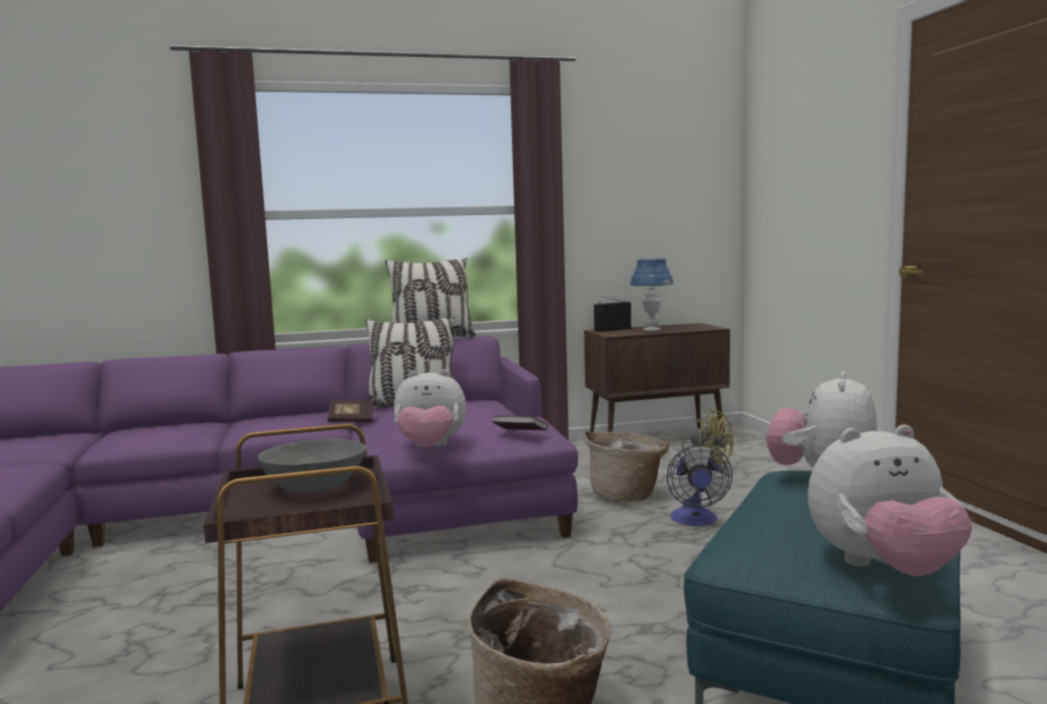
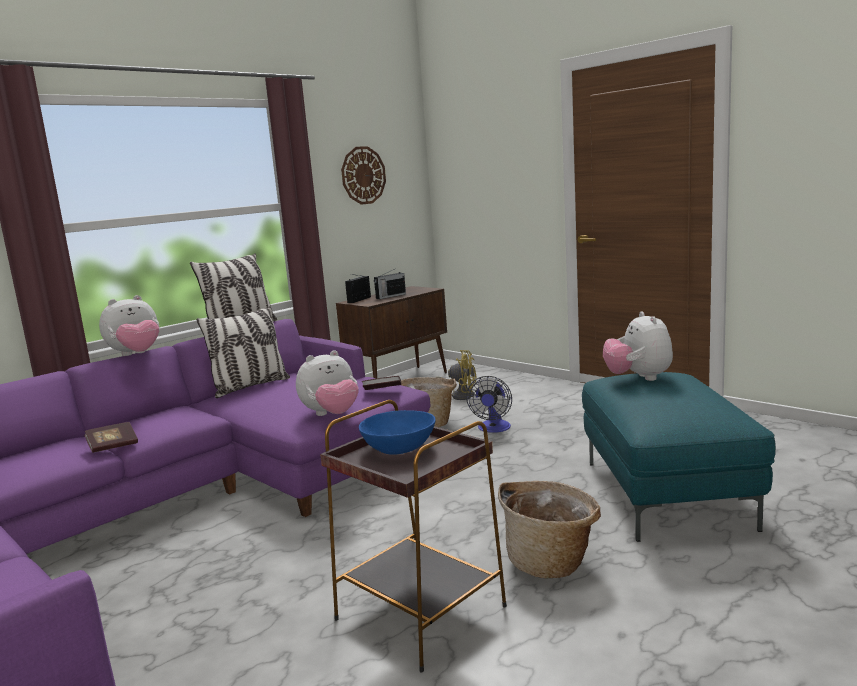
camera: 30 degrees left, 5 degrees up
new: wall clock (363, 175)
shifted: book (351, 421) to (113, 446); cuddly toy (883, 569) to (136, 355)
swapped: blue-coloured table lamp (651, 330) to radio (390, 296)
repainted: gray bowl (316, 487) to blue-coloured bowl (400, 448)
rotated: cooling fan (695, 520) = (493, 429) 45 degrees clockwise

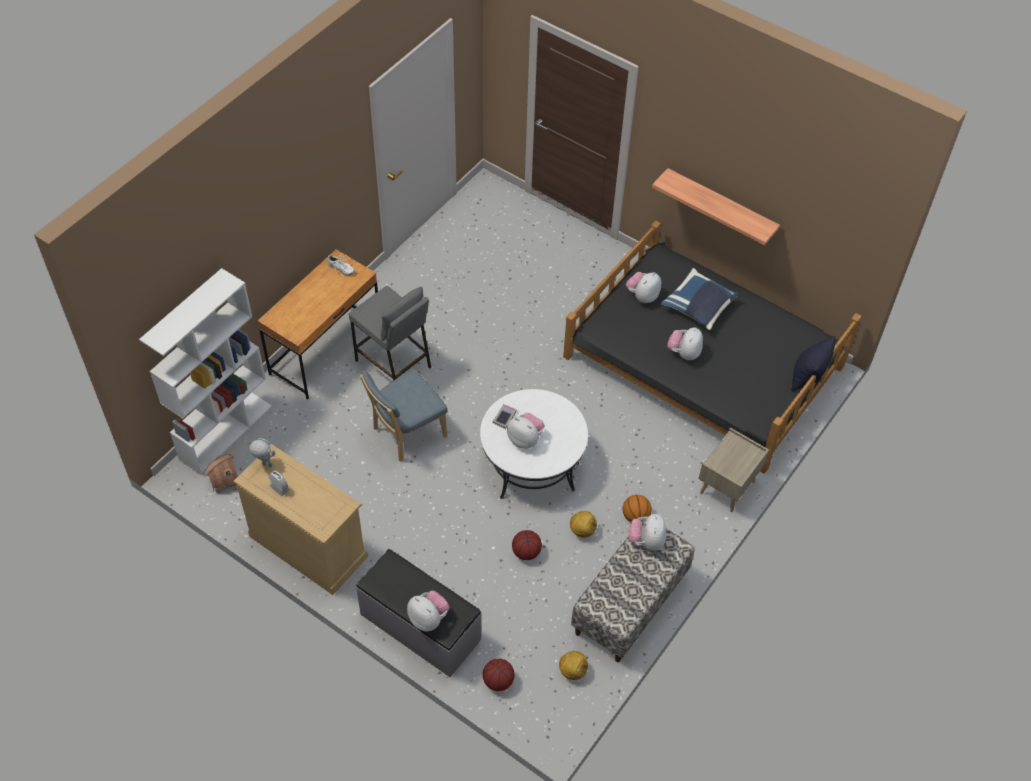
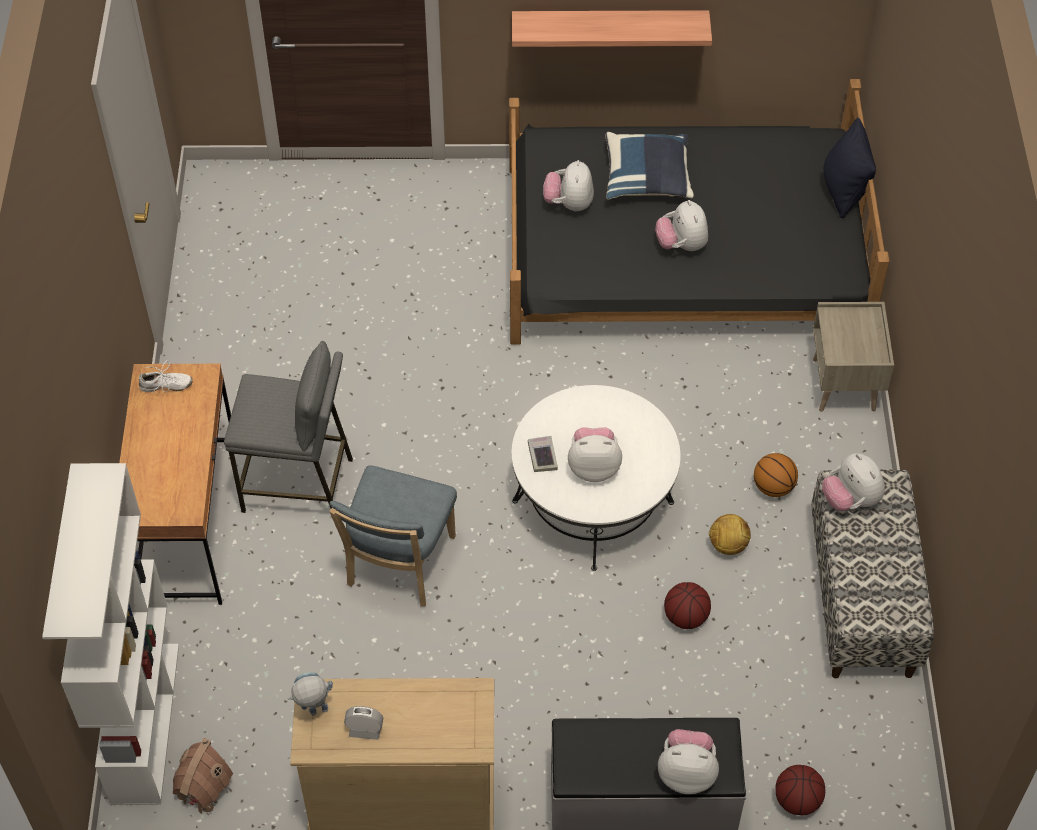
camera: 35 degrees left, 0 degrees up
gone: football ball (572, 671)

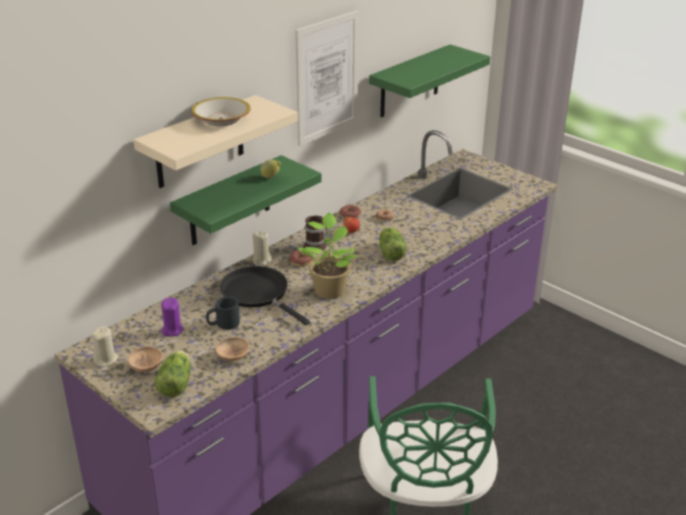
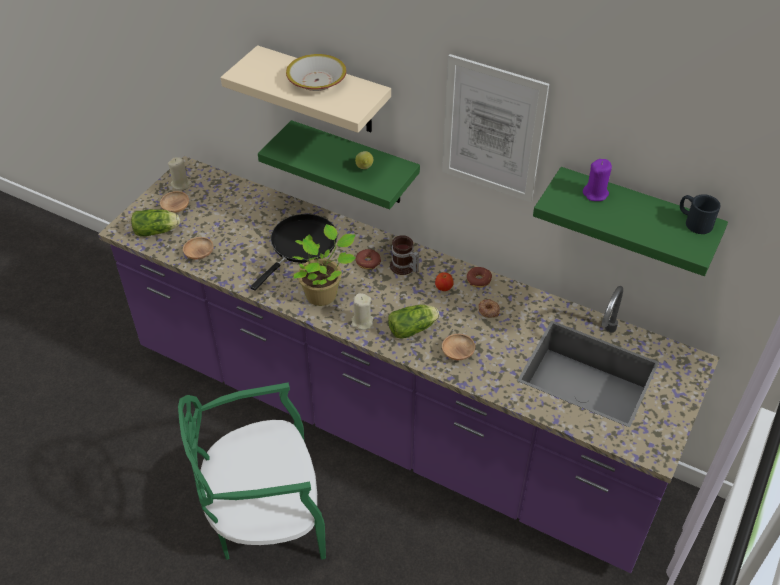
camera: 75 degrees right, 15 degrees up
new: brown-coloured bowl (457, 353)
shifted: beige-coloured candle (262, 260) to (362, 322); purplish candle (172, 330) to (595, 194); blackish coffee mug (223, 324) to (694, 221)

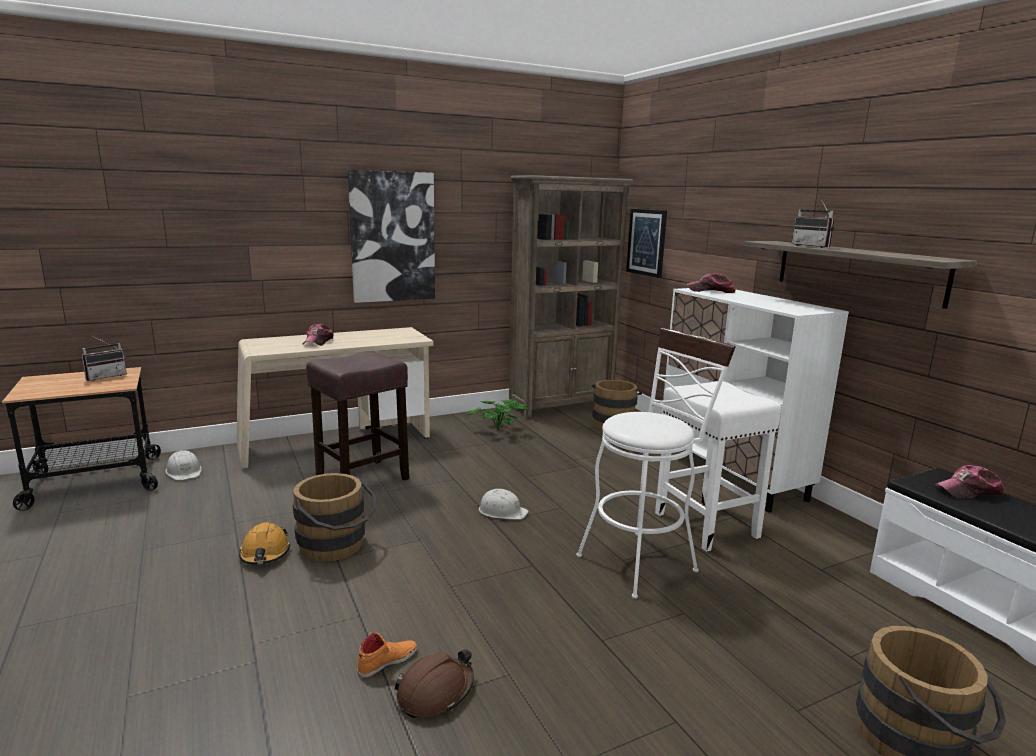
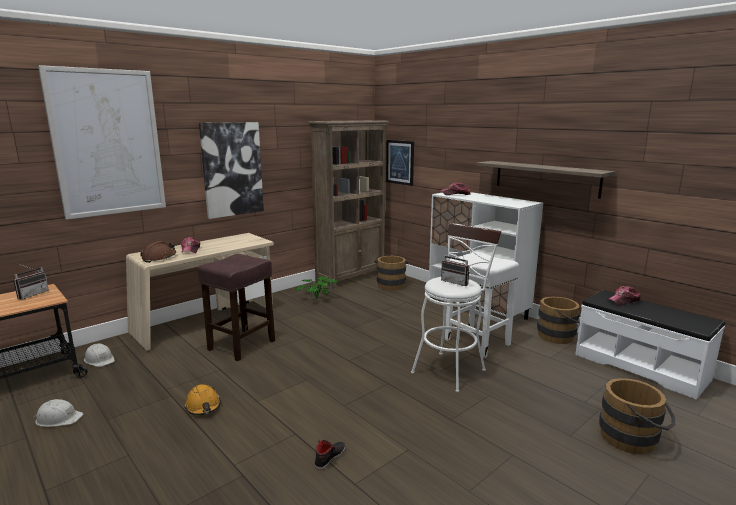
camera: 15 degrees left, 0 degrees up
new: wall picture (107, 143)
shifted: white work helmet (502, 511) to (59, 418); brown-coloured work helmet (435, 692) to (159, 258); radio (813, 246) to (456, 282); brown-coloured water bucket (336, 547) to (559, 336)
repainted: orange-coloured item of footwear (387, 661) to blackish item of footwear (330, 457)

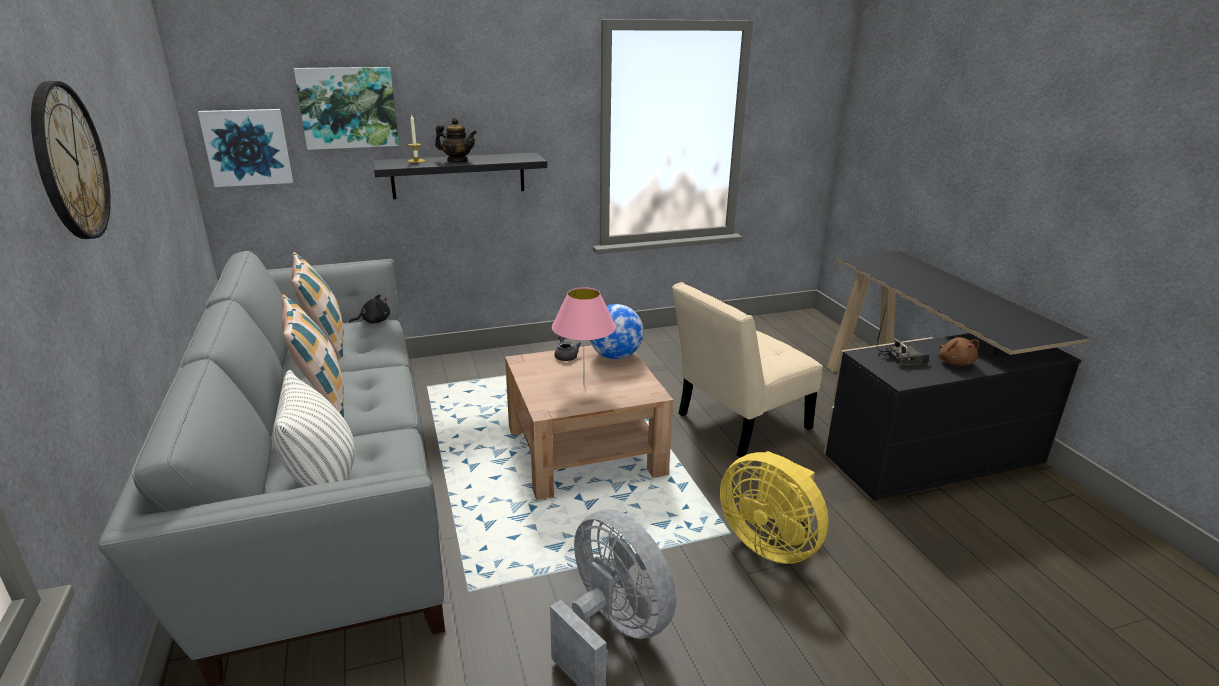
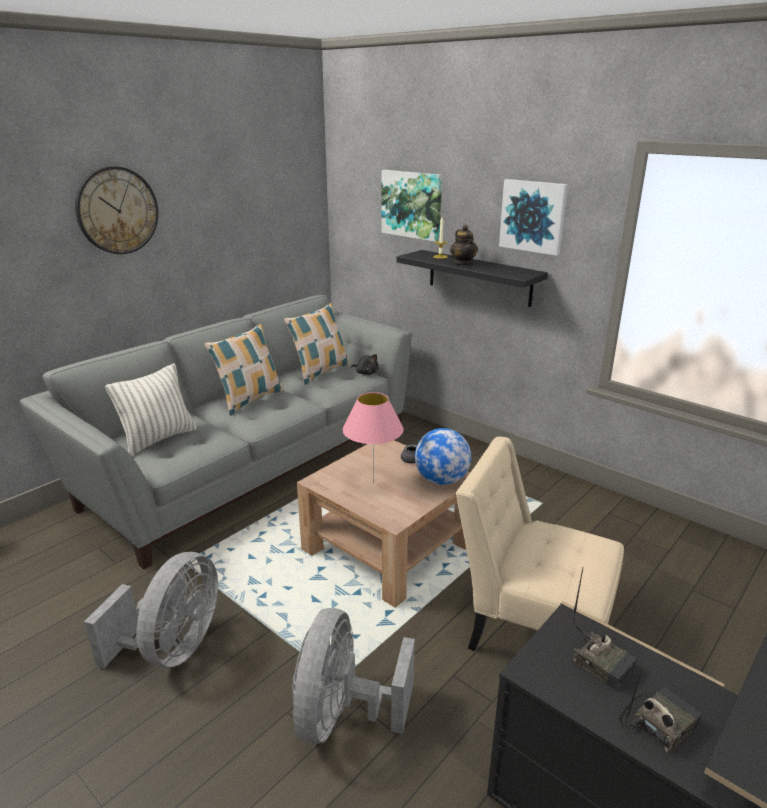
camera: 60 degrees right, 0 degrees up
shifted: wall picture (247, 147) to (533, 216)
swapped: brown-coloured cuddly toy (954, 362) to radio (658, 723)
repainted: yellow cooling fan (770, 543) to gray cooling fan (343, 715)

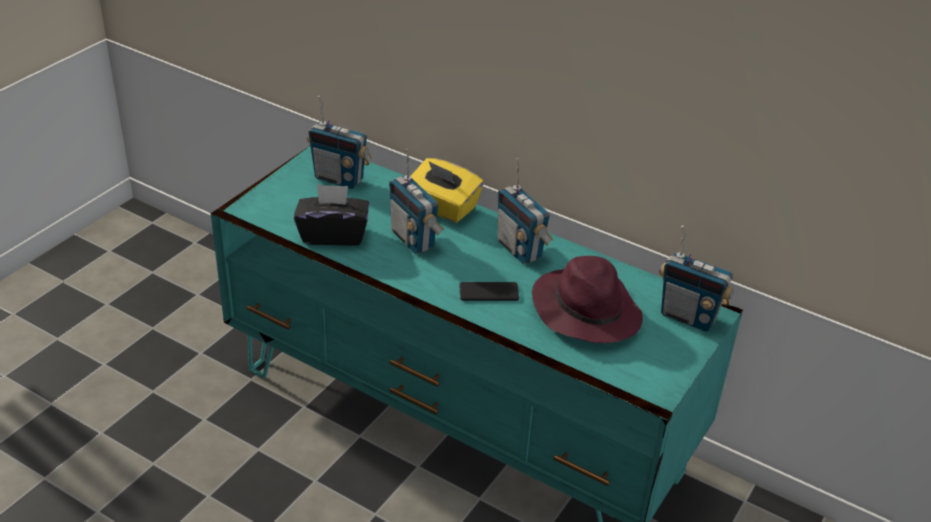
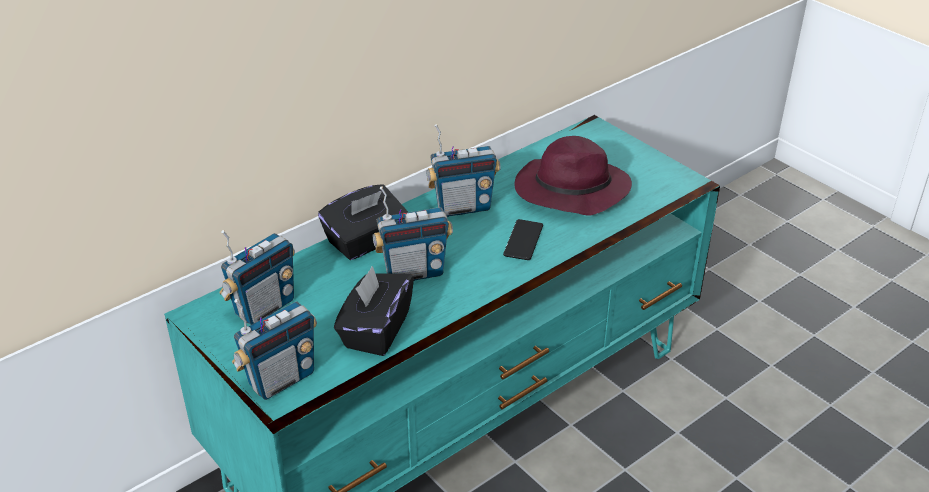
camera: 70 degrees left, 0 degrees up
shifted: radio (688, 317) to (281, 379)
repainted: yellow tissue box (442, 208) to blackish tissue box (366, 241)

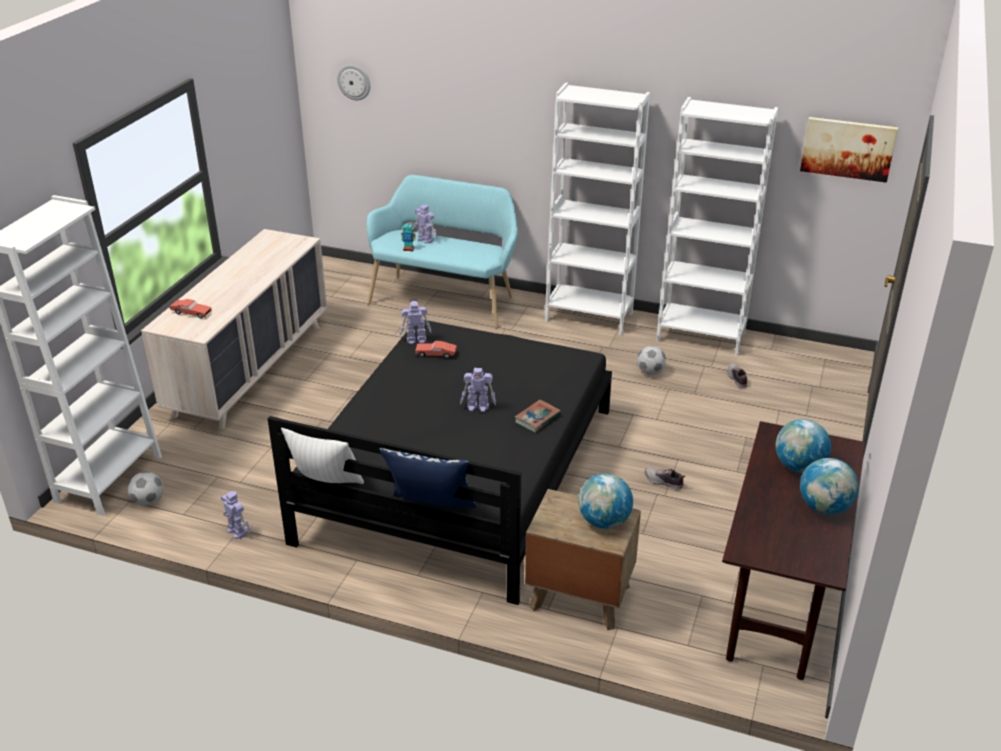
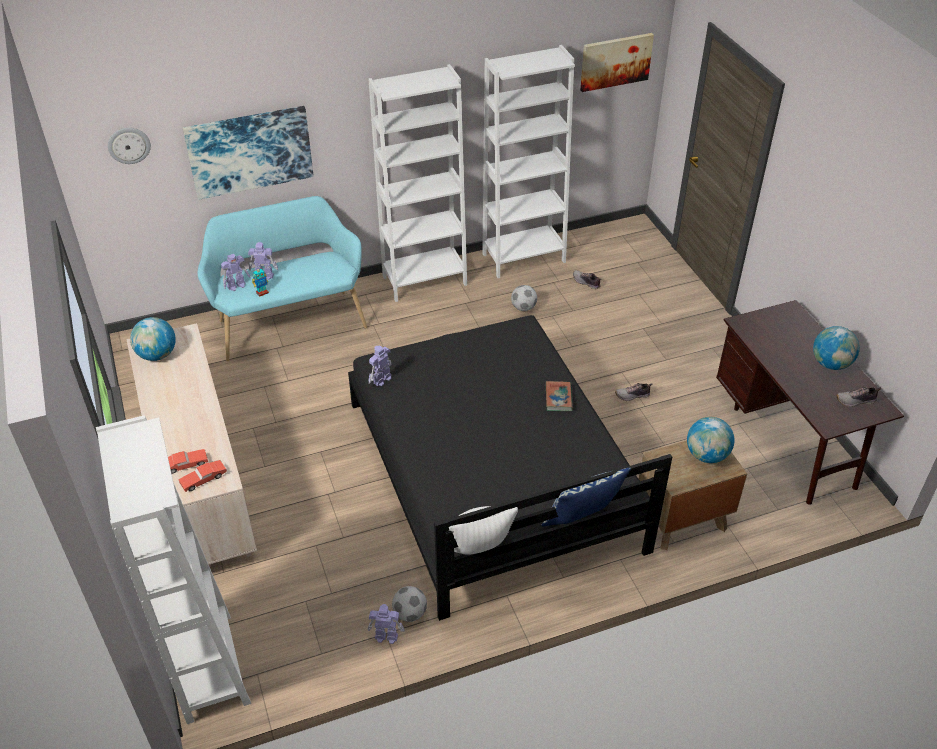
camera: 40 degrees left, 10 degrees up
new: wall picture (250, 151); item of footwear (856, 401)
shifted: world globe (798, 466) to (157, 355); red toy car (436, 354) to (204, 479); model robot (478, 407) to (237, 285); football ball (148, 501) to (410, 613)

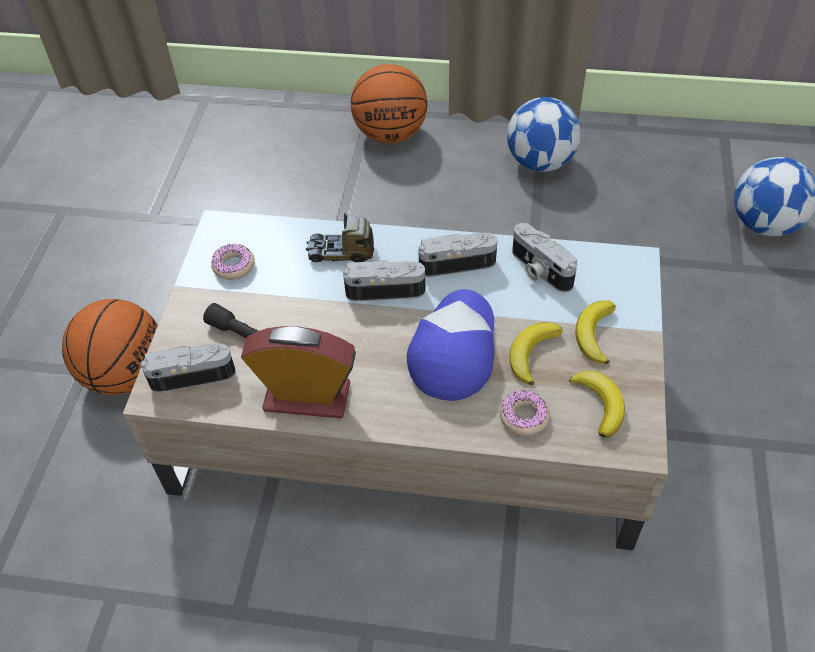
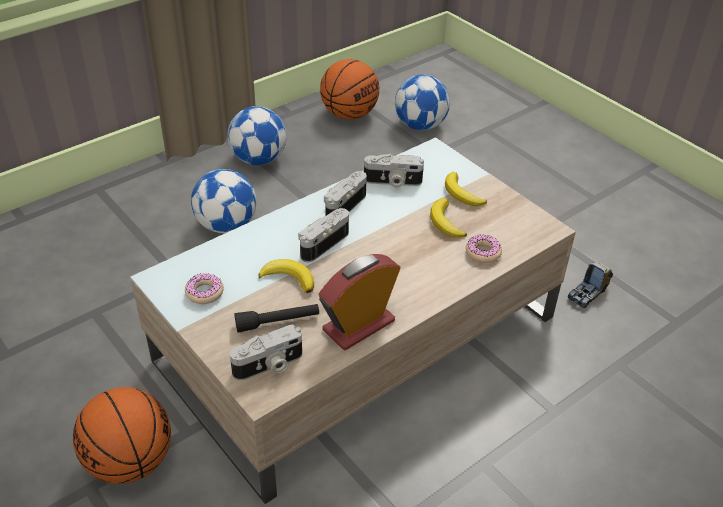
camera: 50 degrees left, 10 degrees down
gone: peaked cap (454, 349)
new: football ball (226, 225)
shifted: banana (599, 404) to (289, 278); basketball ball (390, 134) to (349, 114); toy lorry (341, 253) to (588, 293)
rotated: still camera (192, 374) = (269, 366) 150 degrees counterclockwise

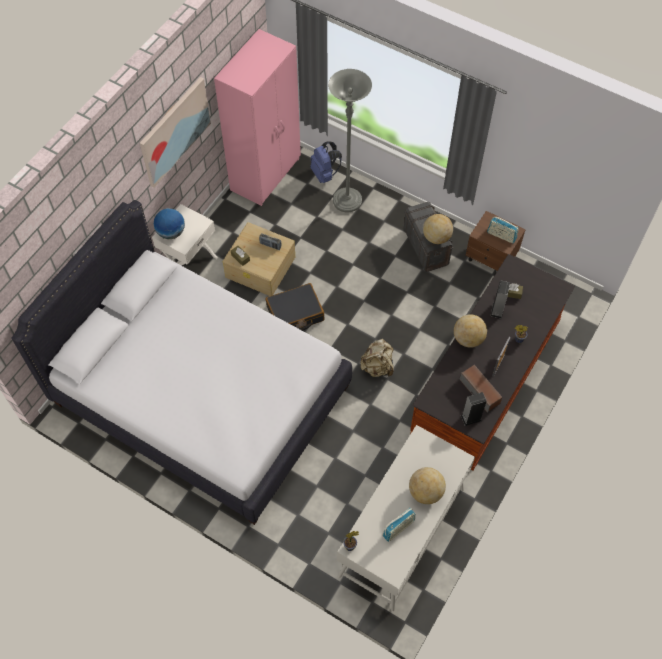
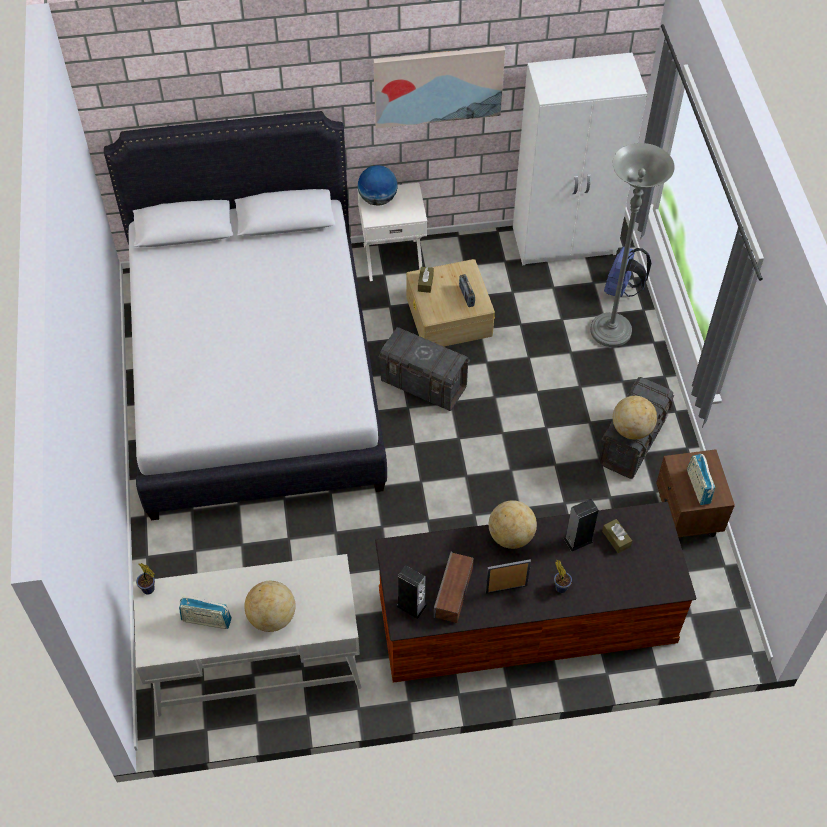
camera: 50 degrees right, 5 degrees down
gone: beige-coloured rucksack (377, 366)
swapped: blackish piece of luggage (295, 314) to gray storage box (424, 384)
repainted: pinkish armoire (266, 174) to white armoire (565, 242)

